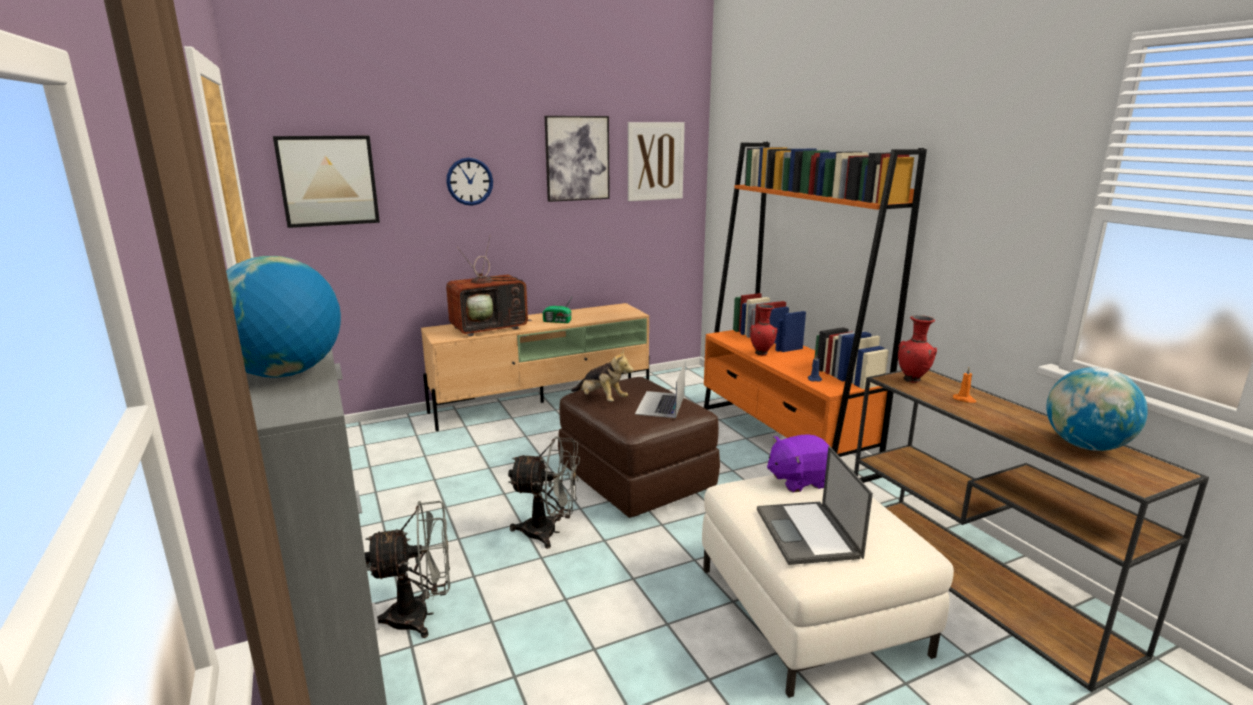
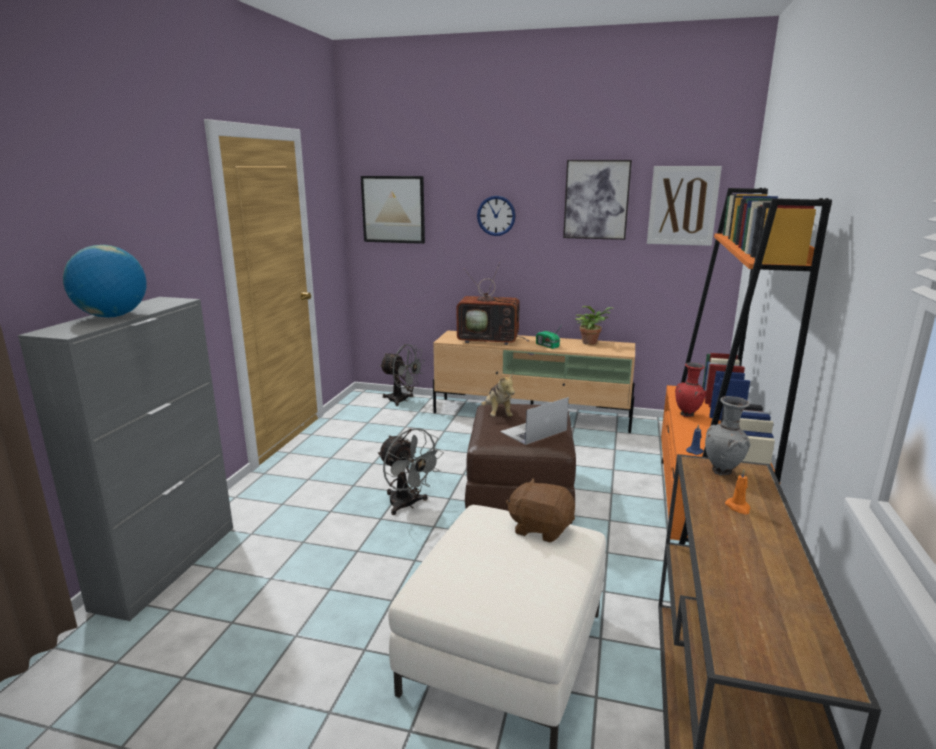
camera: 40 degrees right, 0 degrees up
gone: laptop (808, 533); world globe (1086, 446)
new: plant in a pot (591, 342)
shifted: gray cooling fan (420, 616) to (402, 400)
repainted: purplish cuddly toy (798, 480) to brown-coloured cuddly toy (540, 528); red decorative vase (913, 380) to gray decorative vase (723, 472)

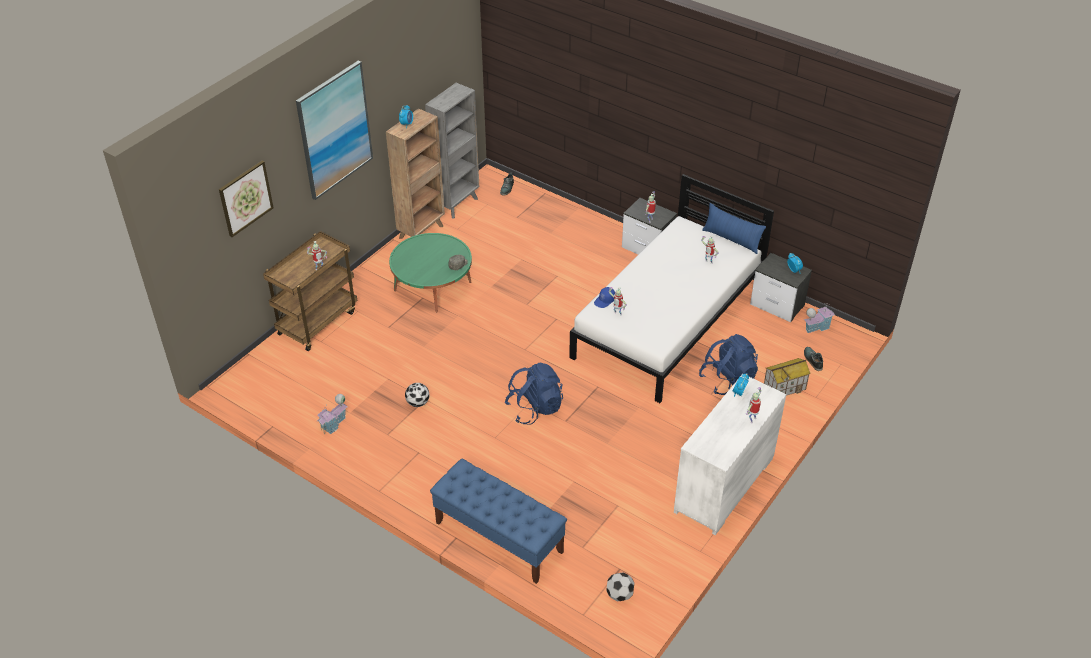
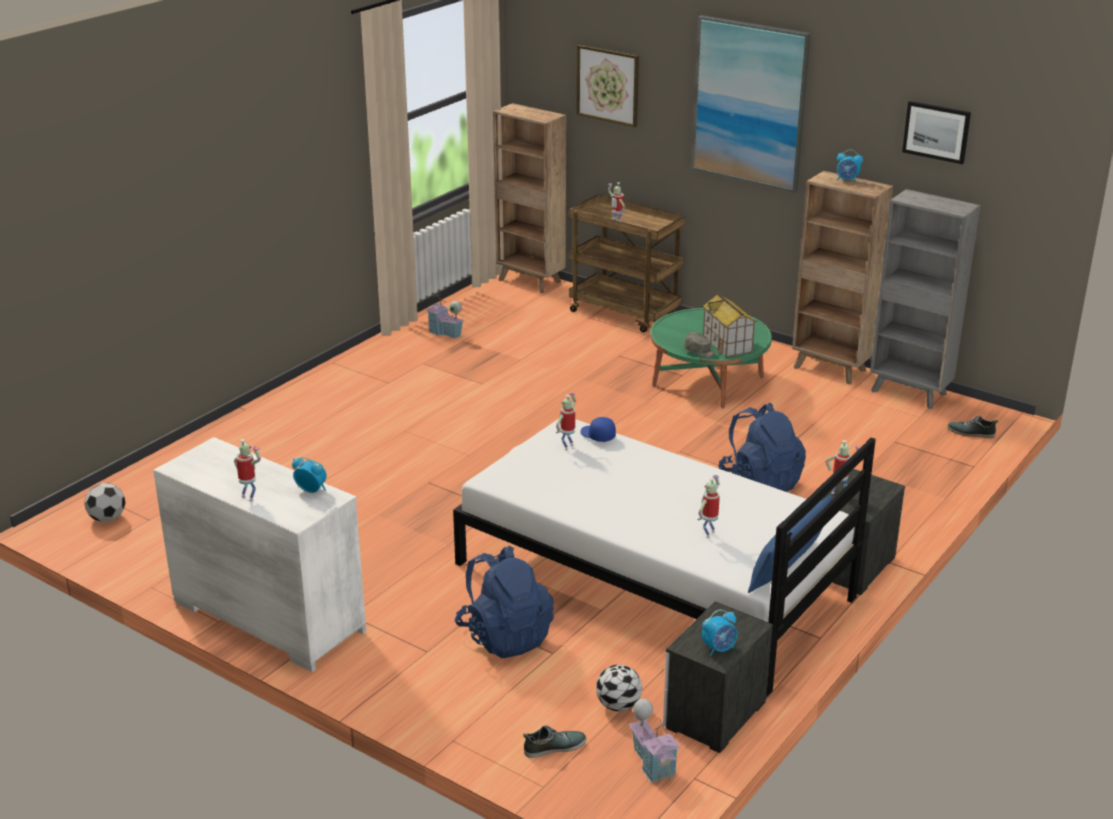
camera: 90 degrees right, 15 degrees down
gone: blue-coloured indoor bench (498, 537)
new: brown-coloured shelving unit (530, 281); wall picture (936, 131)
shifted: football ball (418, 403) to (618, 705); toy house (784, 387) to (728, 344); blue-coloured rucksack (534, 408) to (761, 482)

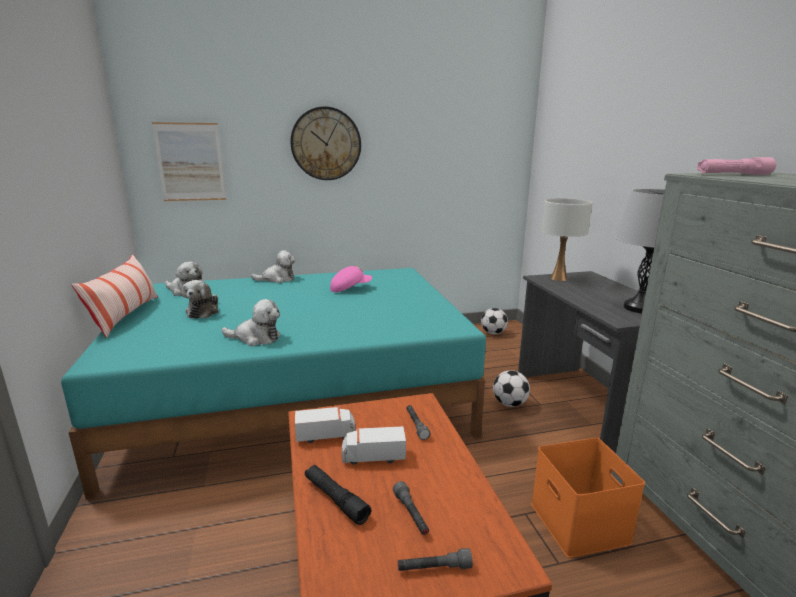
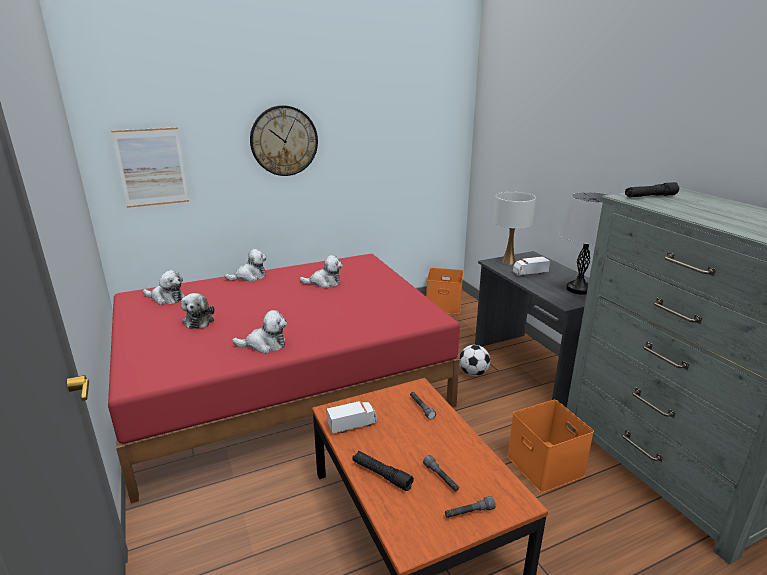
camera: 10 degrees left, 5 degrees up
gone: throw pillow (126, 316)
shifted: toy lorry (373, 457) to (529, 273)
swapped: pinkish peaked cap (350, 288) to cuddly toy (324, 283); football ball (493, 333) to orange-coloured storage box (444, 305)
repainted: turquoise-coloured bed (295, 396) to red bed (283, 386); pinkish torch (733, 174) to blackish torch (650, 196)

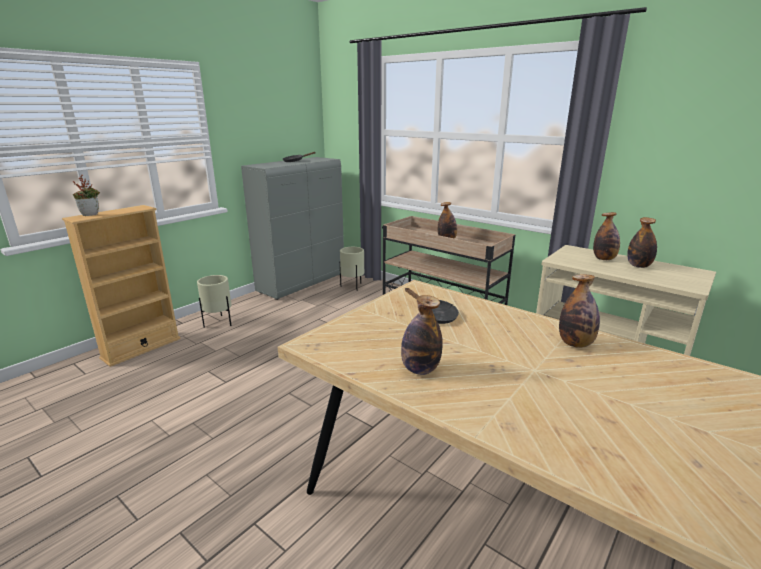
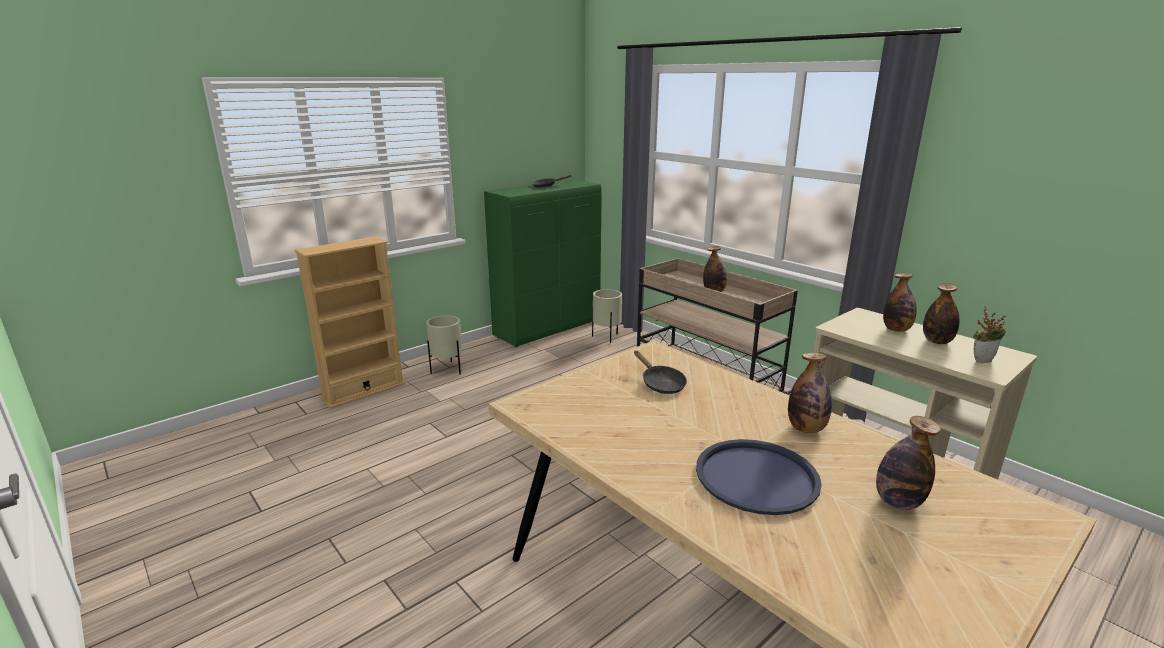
camera: 10 degrees right, 0 degrees up
new: blue-coloured tray (757, 477)
shifted: drink bottle (420, 369) to (897, 502); plant in a pot (91, 214) to (982, 360)
repainted: gray cupboard (302, 283) to green-coloured cupboard (548, 329)

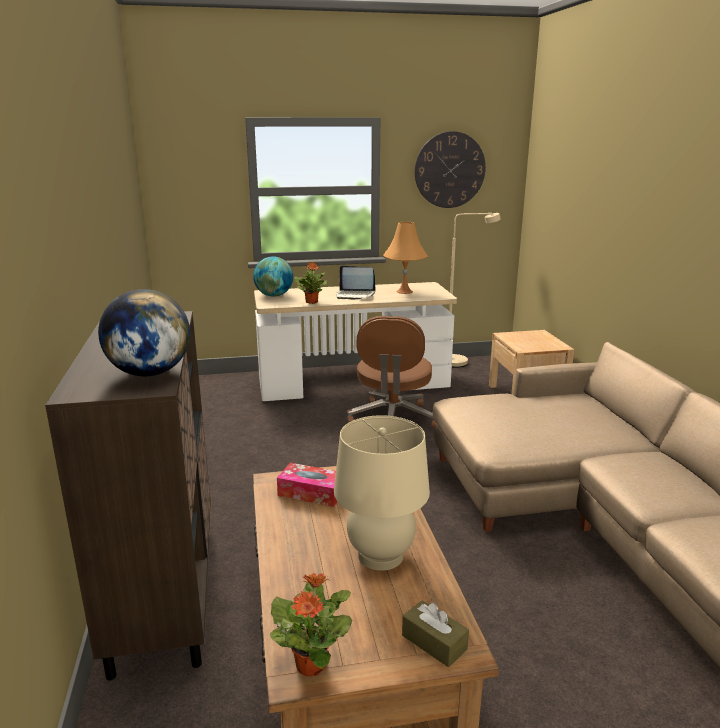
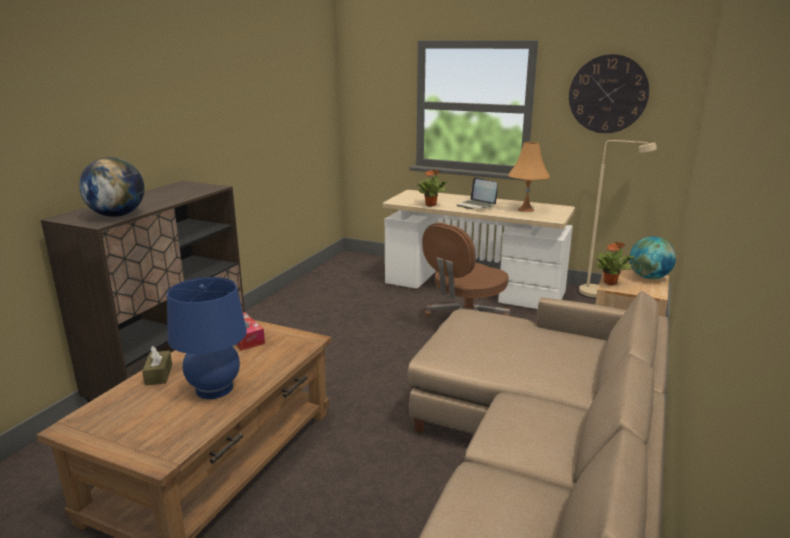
camera: 35 degrees right, 0 degrees up
shifted: brown-coloured tissue box (434, 642) to (158, 374); plant in a pot (311, 664) to (610, 283); world globe (274, 295) to (649, 277)
repainted: beige-coloured table lamp (380, 555) to blue-coloured table lamp (214, 389)

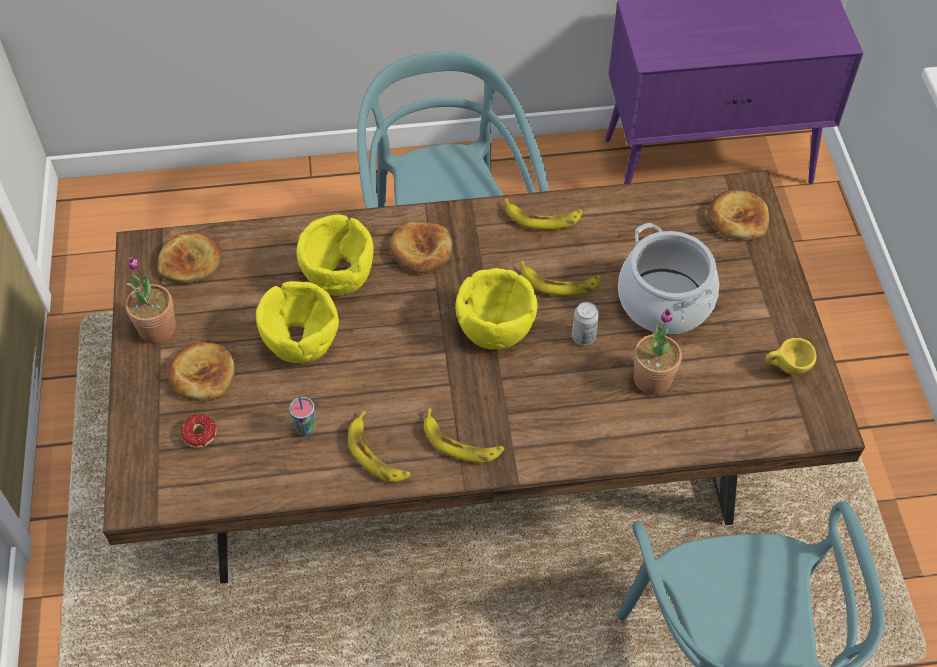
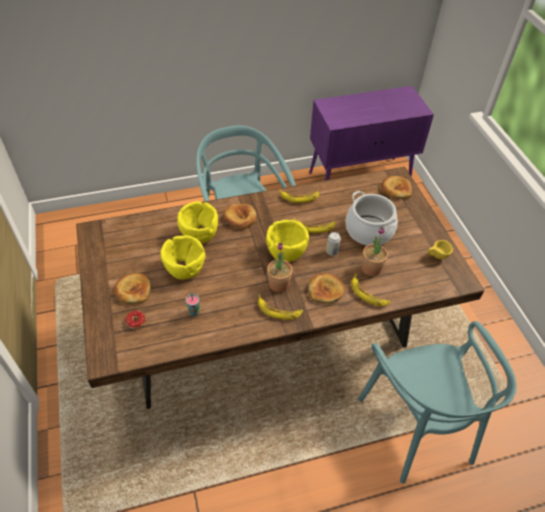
camera: 10 degrees left, 5 degrees down
shifted: plant in a pot (157, 329) to (279, 284); bakery bread (190, 261) to (325, 290); banana (377, 453) to (368, 294)

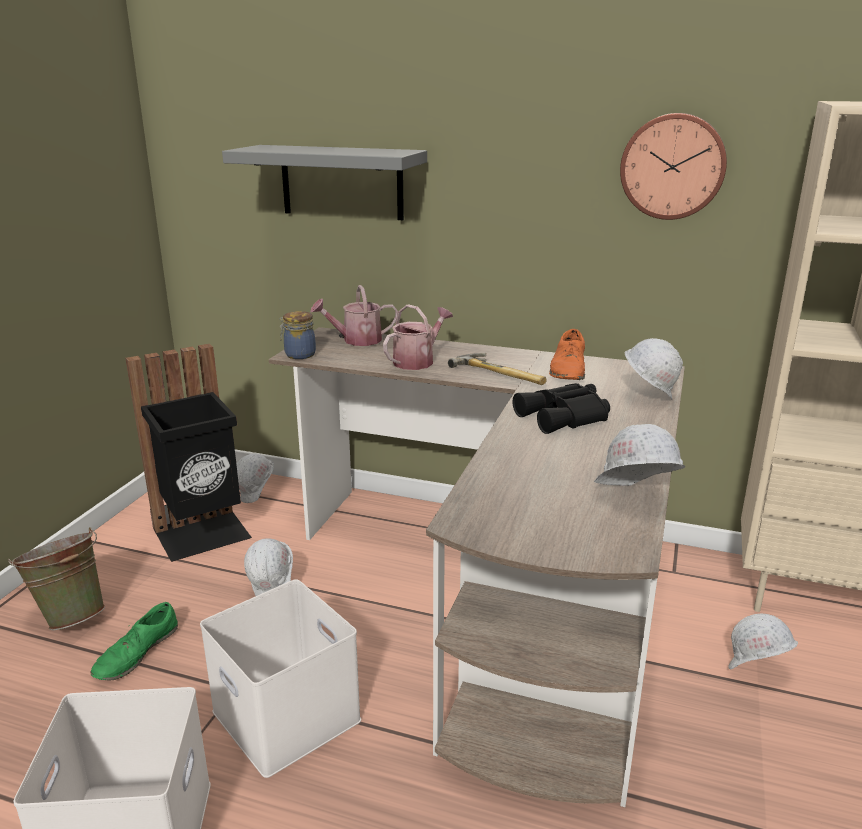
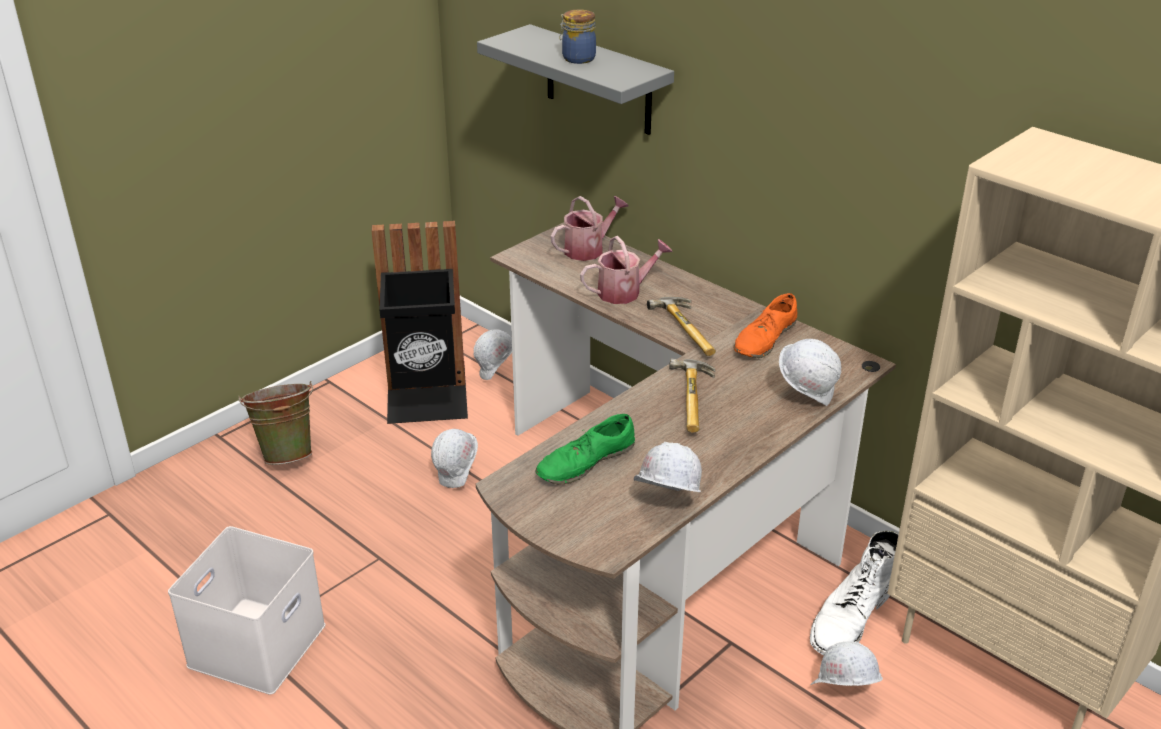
camera: 25 degrees right, 10 degrees up
gone: white storage box (290, 716); wall clock (672, 166)
new: white tall boot (850, 618)
shifted: green-coloured item of footwear (136, 653) to (585, 462); preserve jar (298, 355) to (577, 58)
swapped: blackish field glasses (564, 417) to hammer (697, 400)
rotated: watering pot (356, 340) = (588, 249) 135 degrees clockwise

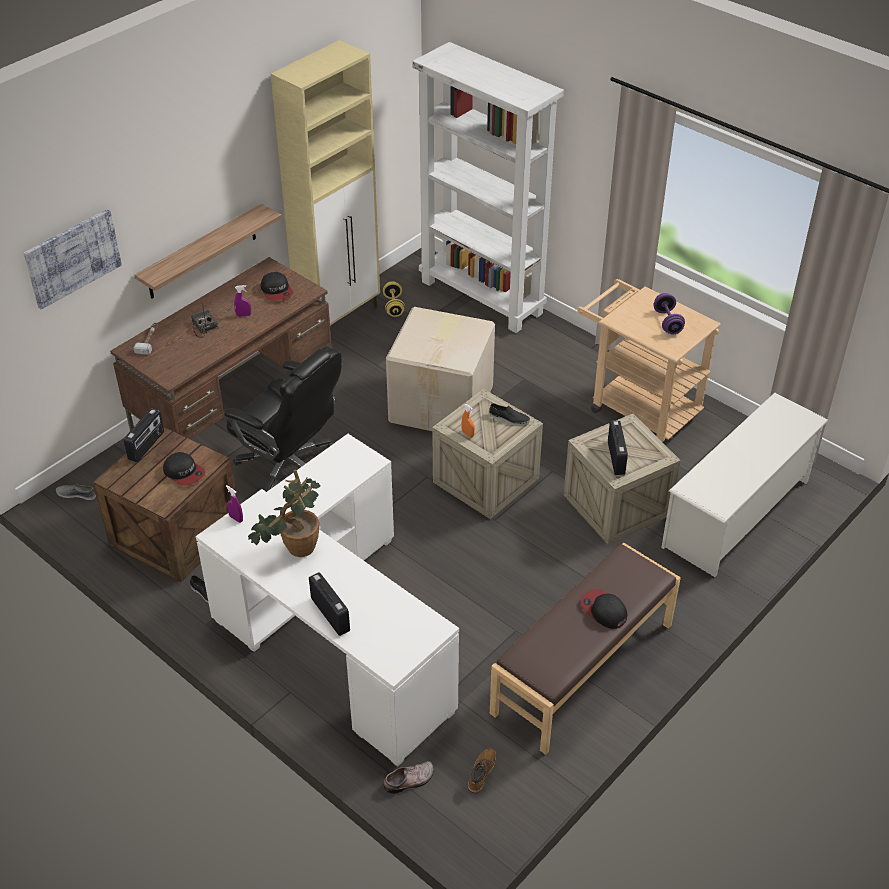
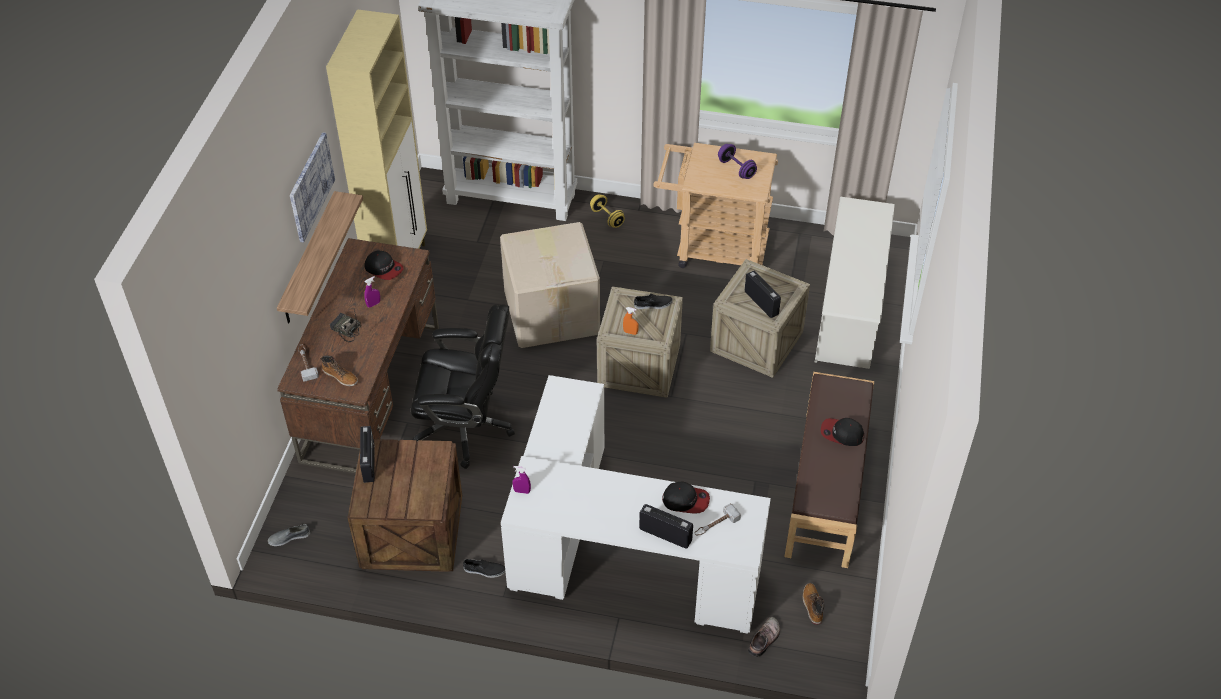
camera: 30 degrees left, 5 degrees up
gone: plant in a pot (294, 549)
new: tall boot (340, 376); hammer (715, 525)
shifted: wall picture (72, 258) to (310, 186); yellow dumbbell (394, 306) to (607, 218); peaked cap (184, 473) to (686, 500)

